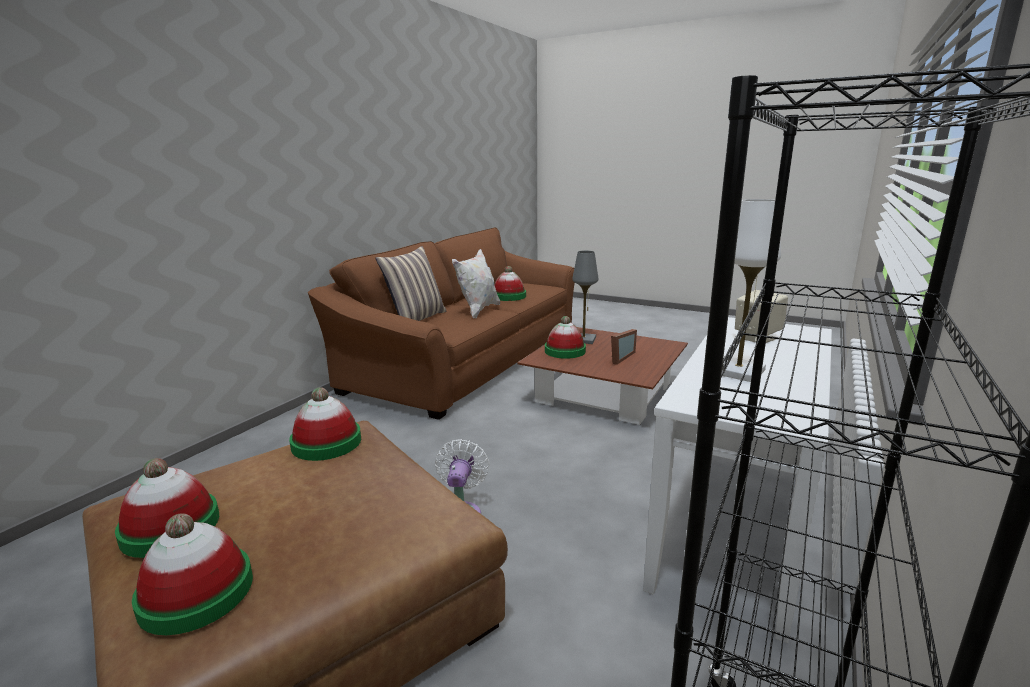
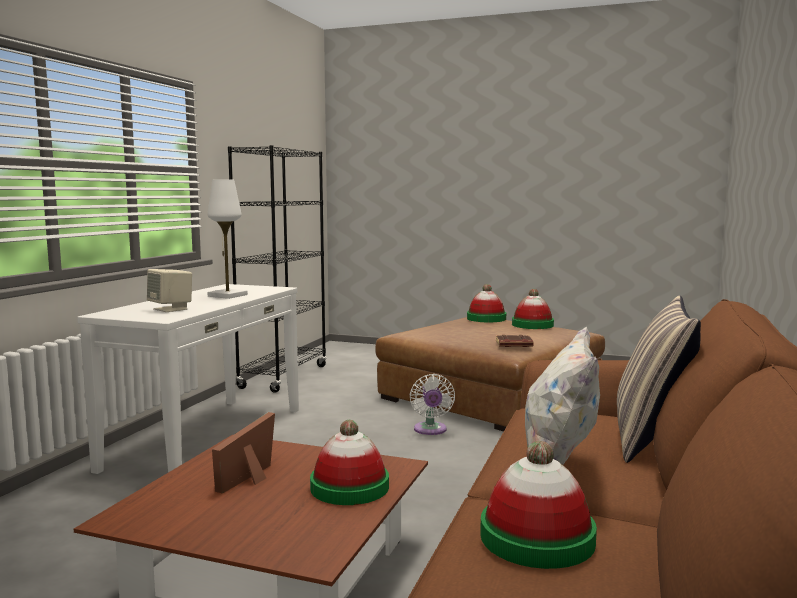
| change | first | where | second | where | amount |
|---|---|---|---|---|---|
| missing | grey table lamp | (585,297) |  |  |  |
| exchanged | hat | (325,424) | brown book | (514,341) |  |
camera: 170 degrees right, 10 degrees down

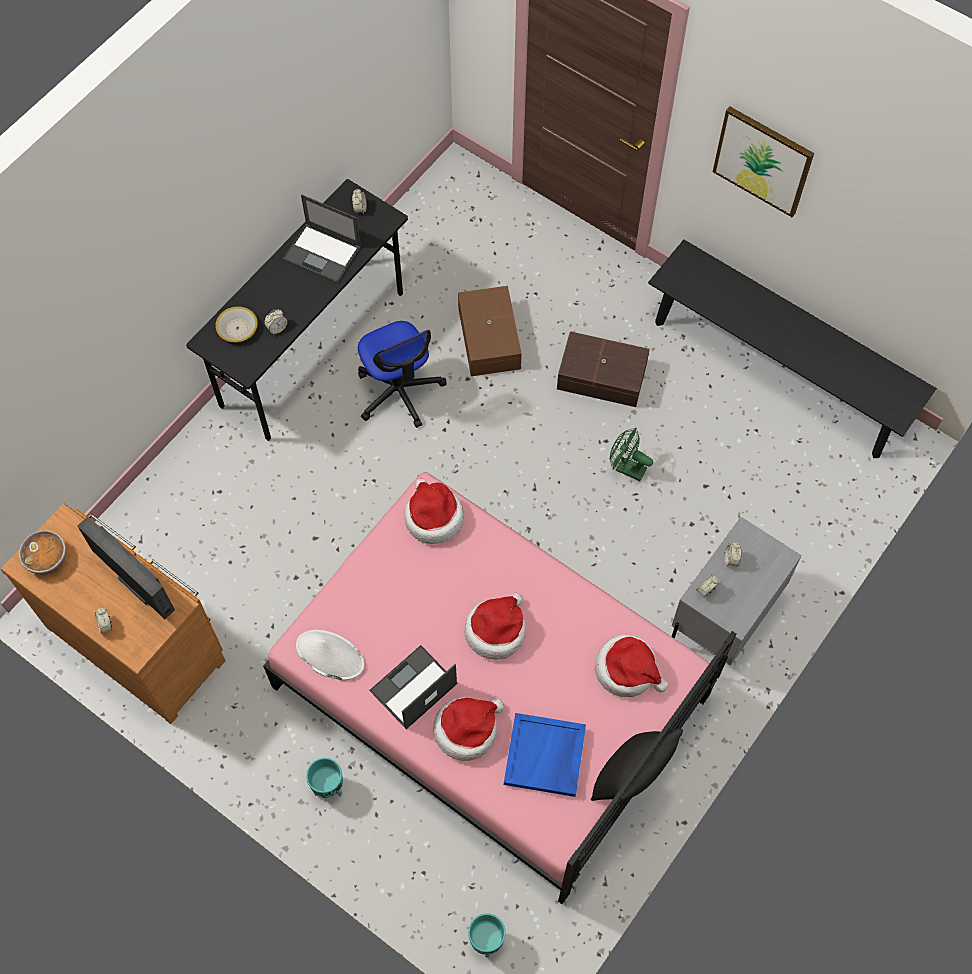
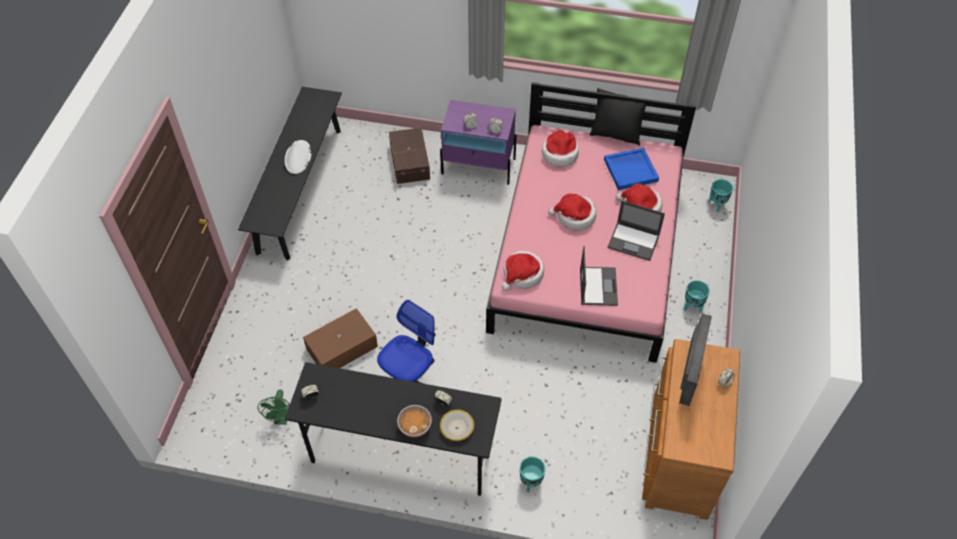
| change | first | where | second | where | amount |
|---|---|---|---|---|---|
| missing | picture | (763,161) |  |  |  |
| appeared |  |  | turquoise planter | (533,474) |  |
| relocated | bowl | (42,552) |  | (414,421) |  |
| relocated | laptop | (322,239) |  | (599,276) |  |
| relocated | white hat | (330,655) |  | (298,157) |  |
| relocated | brown storage box | (603,369) |  | (409,156) |  |
| relocated | green fan | (631,454) |  | (274,407) |  |
| colour | grey nightstand | (736,597) | purple nightstand | (478,142) |  |
camera: 115 degrees left, 10 degrees down

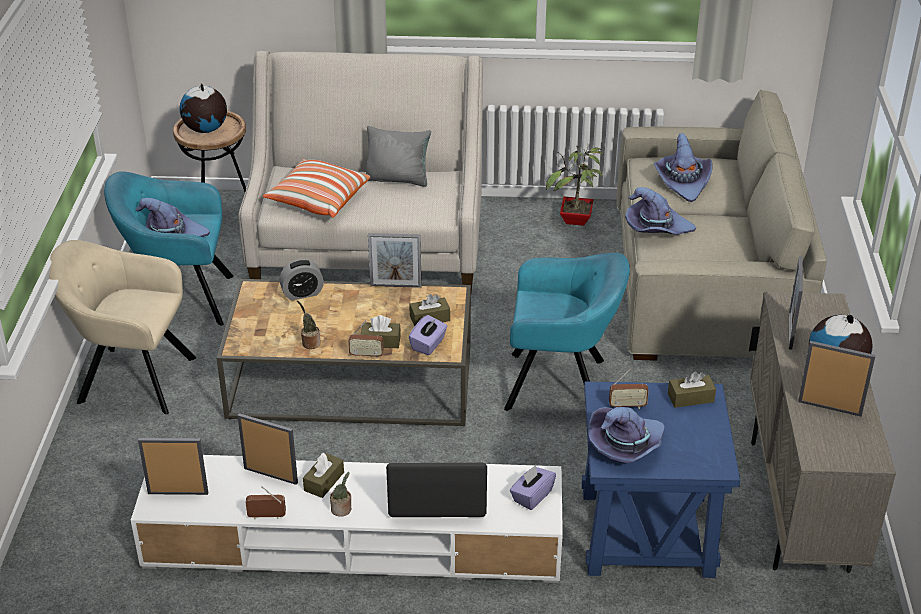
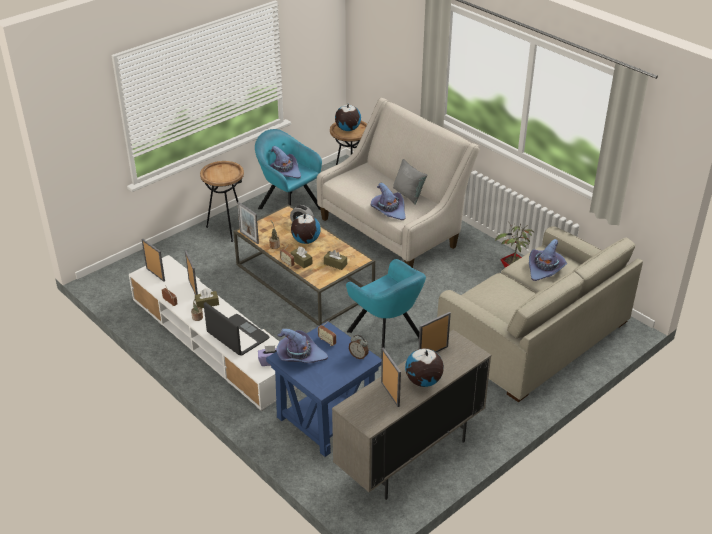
| change | first | where | second | where | amount |
|---|---|---|---|---|---|
| missing | pillow | (316,188) |  |  |  |
| missing | purple tissue box | (428,335) |  |  |  |
| appeared |  |  | globe | (306,229) |  |
| relocated | picture frame | (395,260) |  | (248,223) |  |
| relocated | purple hat | (660,211) |  | (388,201) |  |
| exchanged | beige armchair | (122,327) | brown side table | (222,201) |  |
| exchanged | brown tissue box | (692,390) | alarm clock | (359,347) |  |
camera: 45 degrees right, 0 degrees up

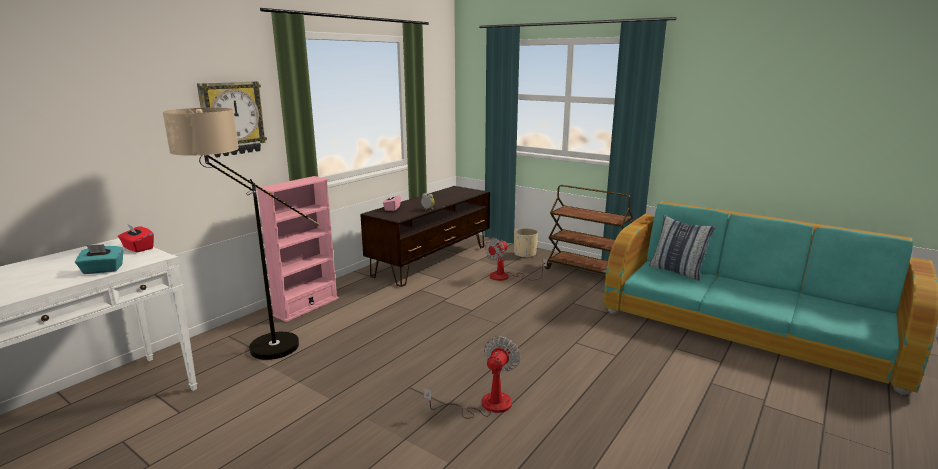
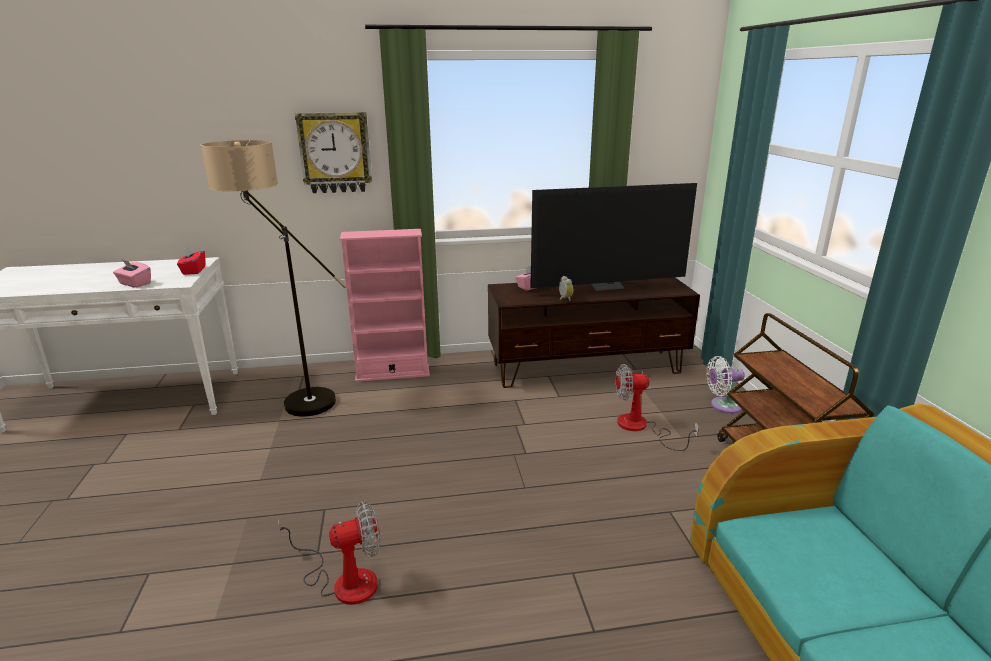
| change | first | where | second | where | amount |
|---|---|---|---|---|---|
| missing | pillow | (682,248) |  |  |  |
| appeared |  |  | television | (613,237) |  |
| exchanged | beige planter | (526,243) | white fan | (725,384) |  |
| colour | turquoise tissue box | (99,259) | pink tissue box | (132,274) |  |
camera: 45 degrees right, 5 degrees up

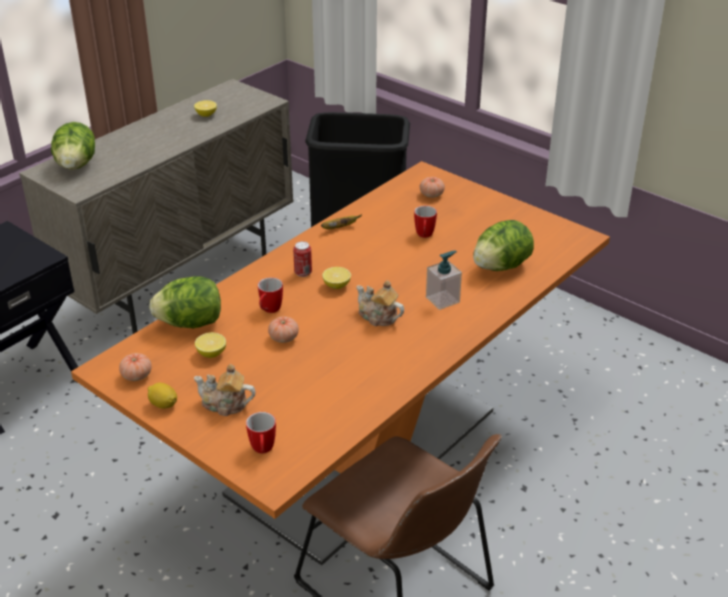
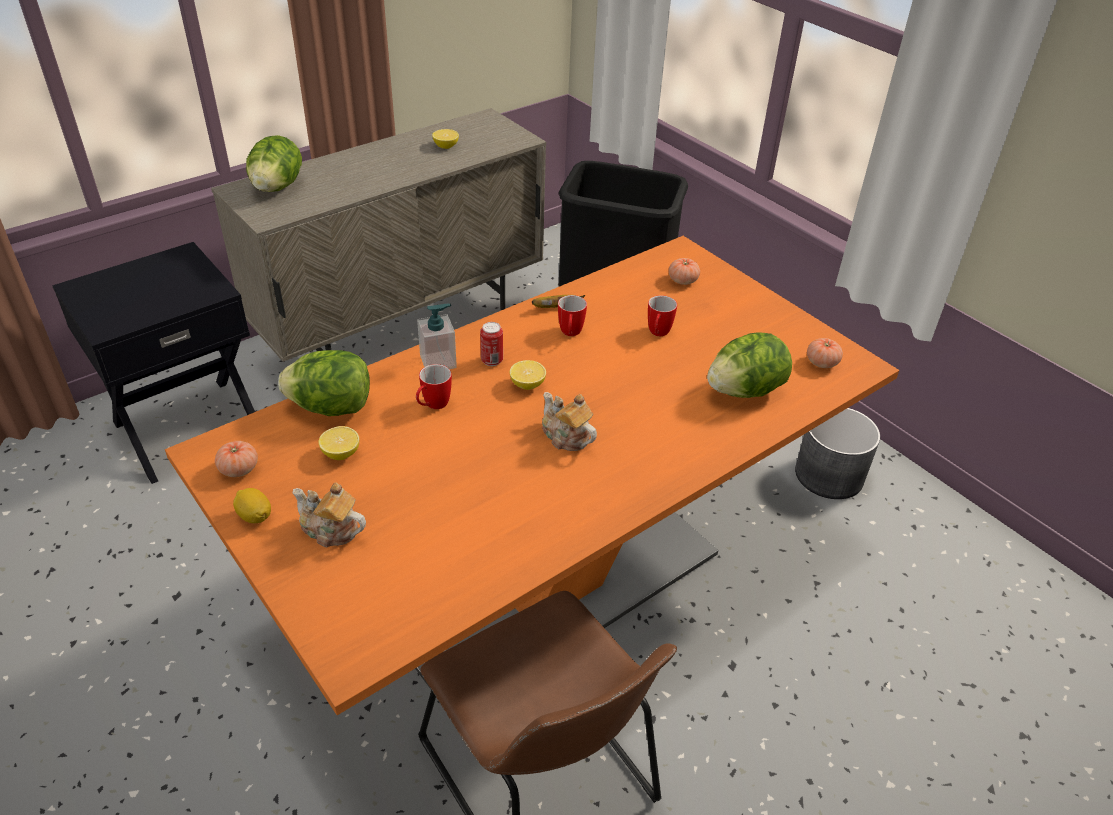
| change | first | where | second | where | amount |
|---|---|---|---|---|---|
| appeared |  |  | grey planter | (837,453) |  |
| relocated | mug | (261,433) |  | (572,315) |  |
| relocated | tomato | (283,329) |  | (825,353) |  |
| relocated | soap dispenser | (444,280) |  | (437,336) |  |
camera: 10 degrees right, 5 degrees up

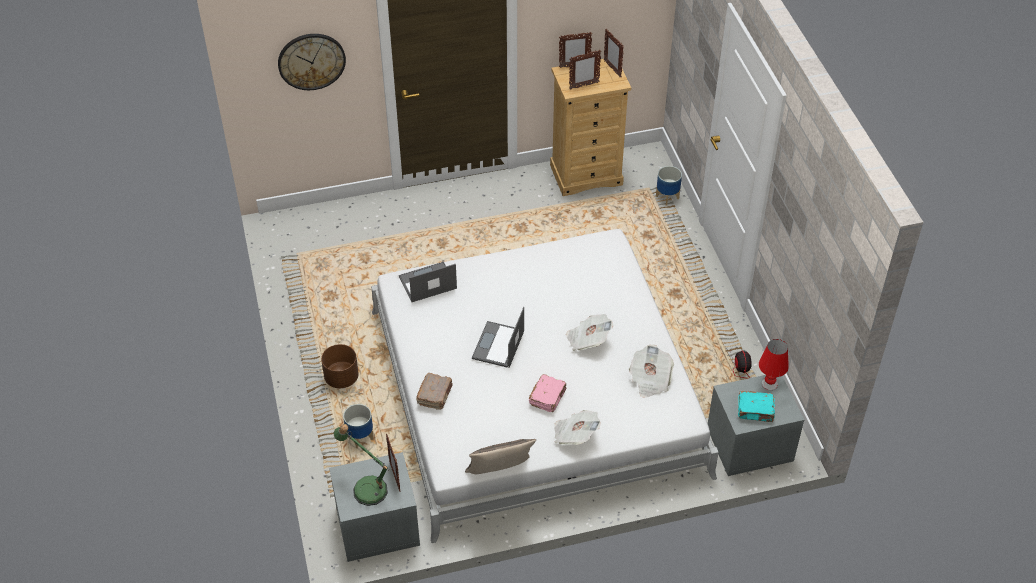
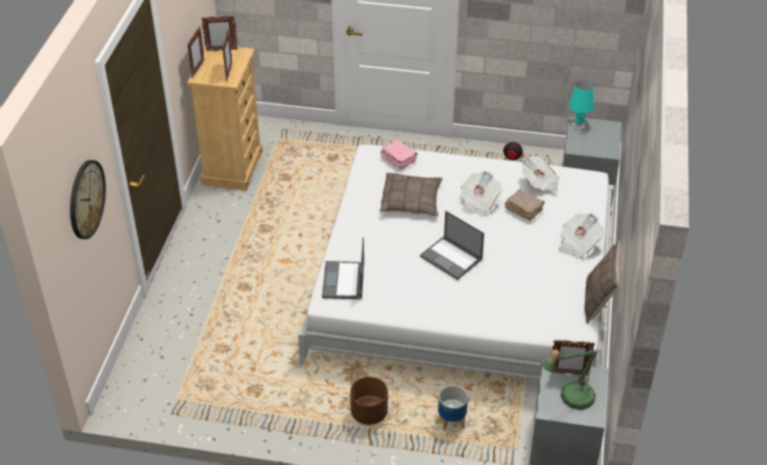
| change | first | where | second | where | amount |
|---|---|---|---|---|---|
| missing | planter | (669,186) |  |  |  |
| missing | turquoise book | (756,406) |  |  |  |
| appeared |  |  | pillow | (411,195) |  |
| relocated | brown book | (434,391) |  | (525,204) |  |
| relocated | pink book | (547,393) |  | (399,154) |  |
| colour | red table lamp | (774,365) | turquoise table lamp | (581,105) |  |
camera: 65 degrees left, 5 degrees down

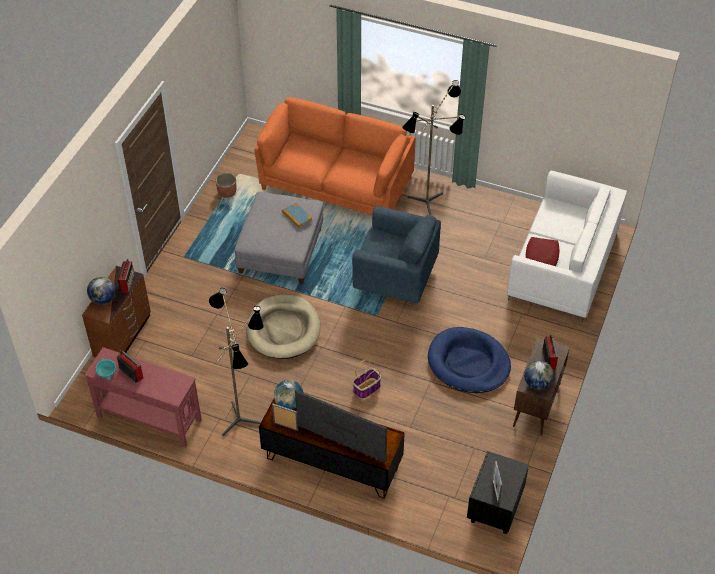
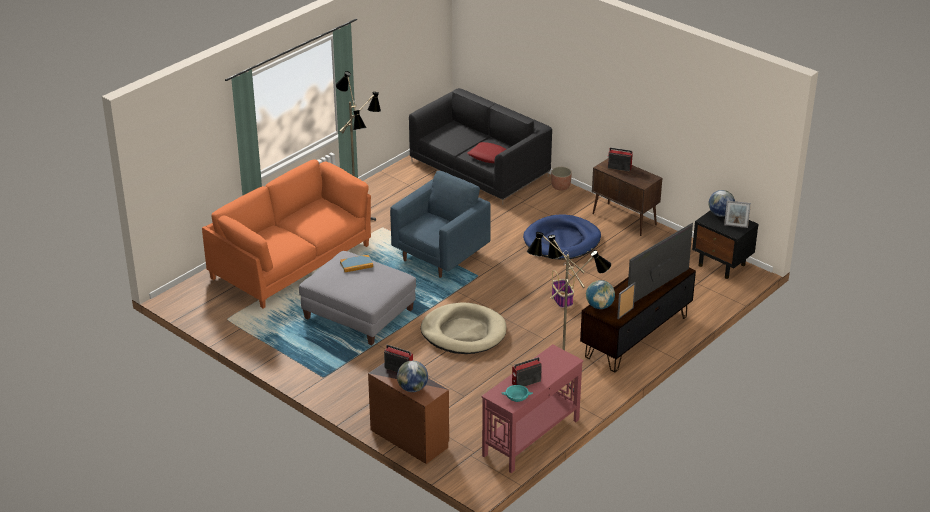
| change | first | where | second | where | amount |
|---|---|---|---|---|---|
| relocated | planter | (226,185) |  | (561,179) |  |
| relocated | globe | (539,375) |  | (722,203) |  |
| colour | white sofa | (567,246) | black sofa | (480,146) |  |
camera: 70 degrees left, 15 degrees down

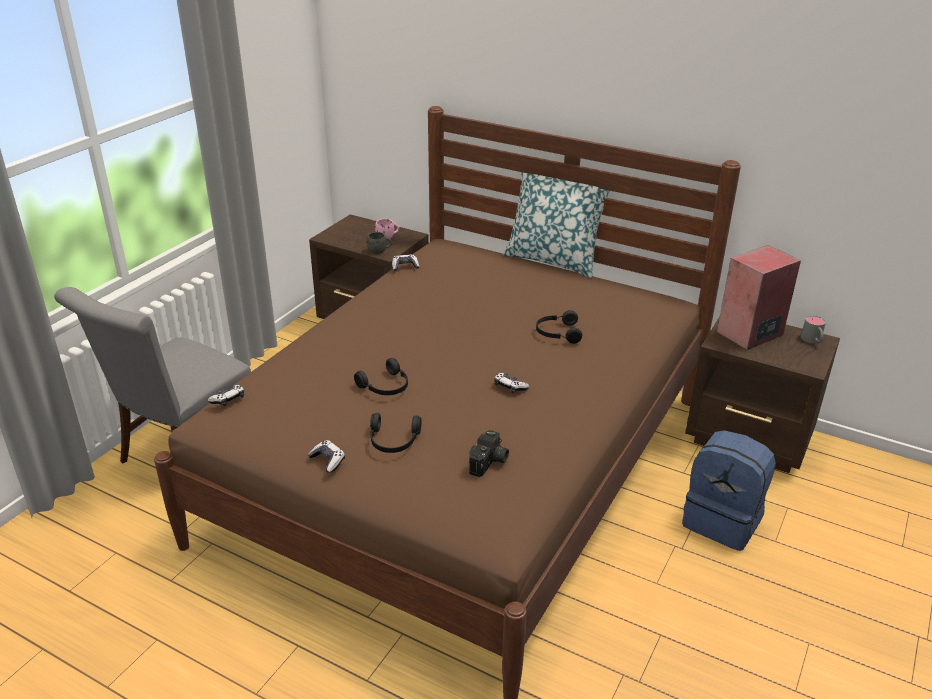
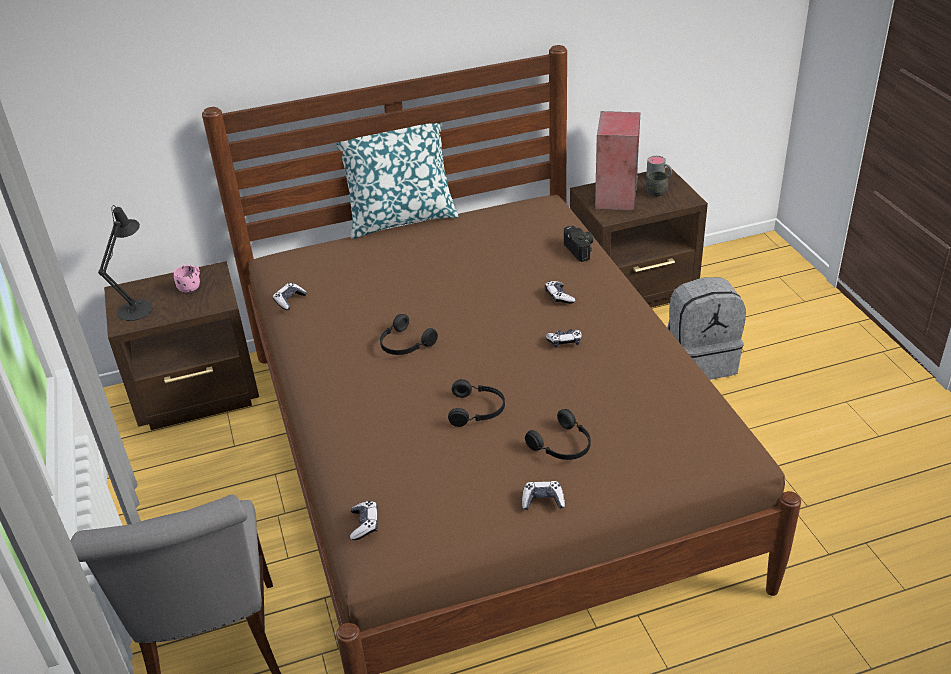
| change | first | where | second | where | amount |
|---|---|---|---|---|---|
| appeared |  |  | black table lamp | (125,263) |  |
| appeared |  |  | game controller | (560,292) |  |
| relocated | grey mug | (379,243) |  | (657,184) |  |
| relocated | photo camera | (489,453) |  | (578,244) |  |
| relocated | black headphones | (559,327) |  | (409,334) |  |
| colour | blue backpack | (729,490) | grey backpack | (706,328) |  |
camera: 45 degrees left, 5 degrees up

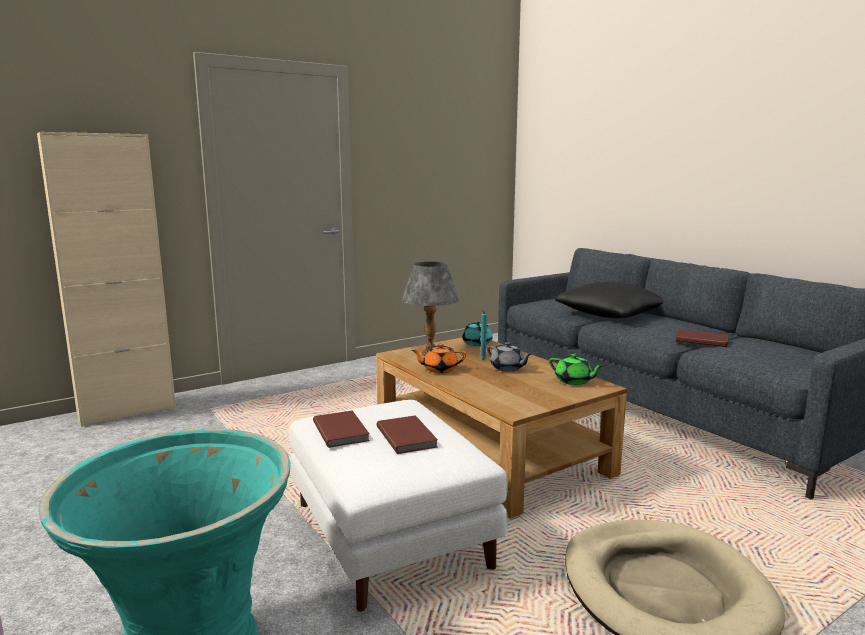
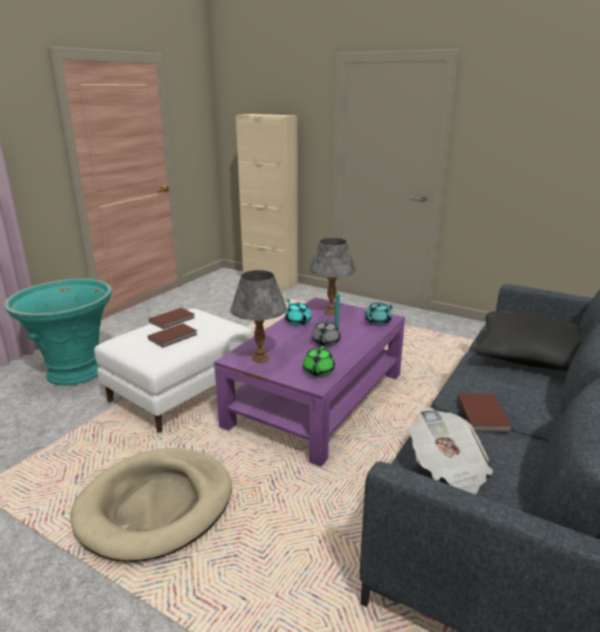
| change | first | where | second | where | amount |
|---|---|---|---|---|---|
| appeared |  |  | grey table lamp | (258,316) |  |
| appeared |  |  | newspaper | (451,450) |  |
| colour | brown coffee table | (501,428) | purple coffee table | (309,382) |  |
| colour | orange teapot | (438,358) | turquoise teapot | (298,312) |  |
camera: 65 degrees right, 10 degrees up

